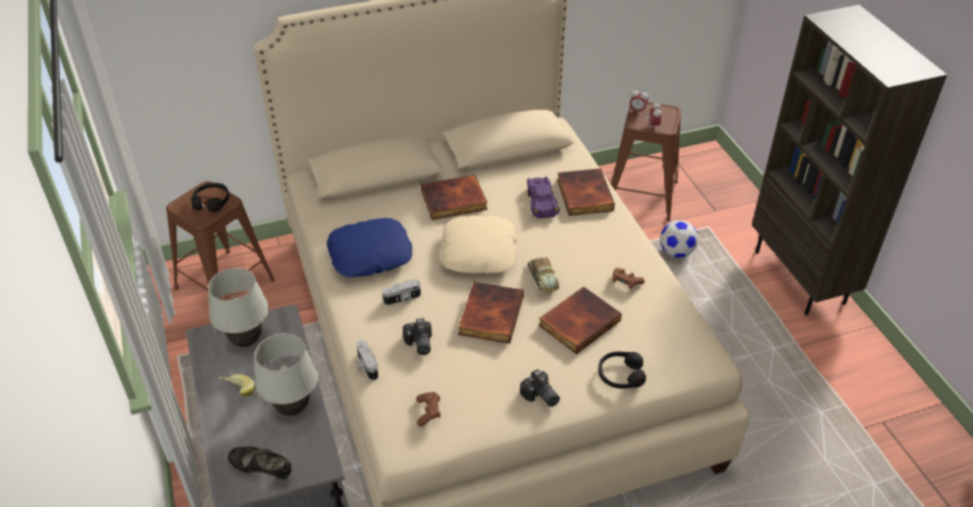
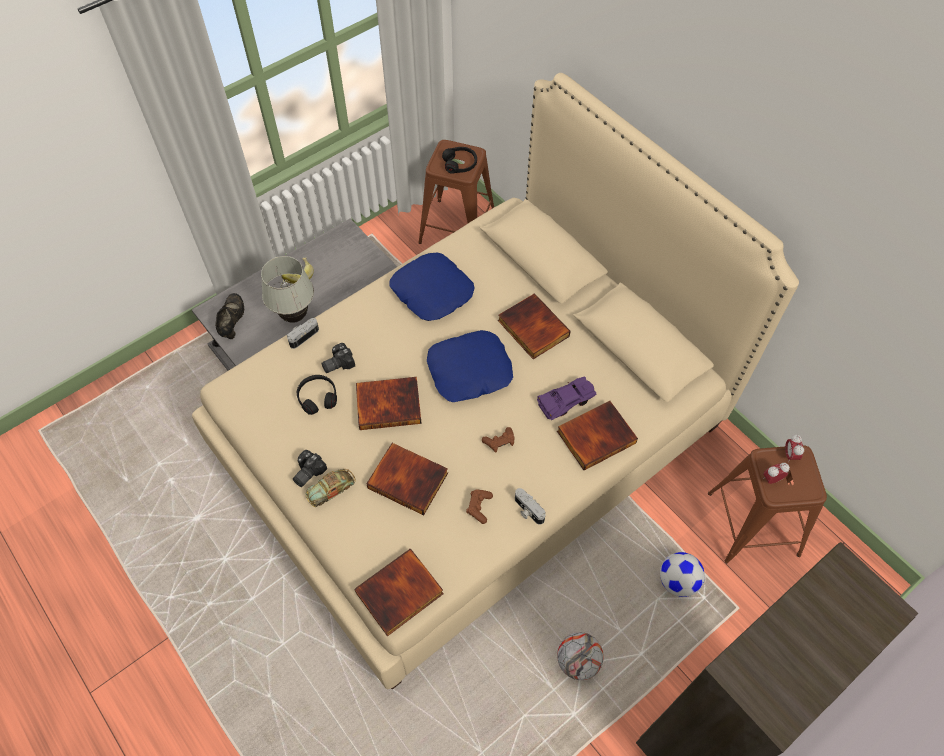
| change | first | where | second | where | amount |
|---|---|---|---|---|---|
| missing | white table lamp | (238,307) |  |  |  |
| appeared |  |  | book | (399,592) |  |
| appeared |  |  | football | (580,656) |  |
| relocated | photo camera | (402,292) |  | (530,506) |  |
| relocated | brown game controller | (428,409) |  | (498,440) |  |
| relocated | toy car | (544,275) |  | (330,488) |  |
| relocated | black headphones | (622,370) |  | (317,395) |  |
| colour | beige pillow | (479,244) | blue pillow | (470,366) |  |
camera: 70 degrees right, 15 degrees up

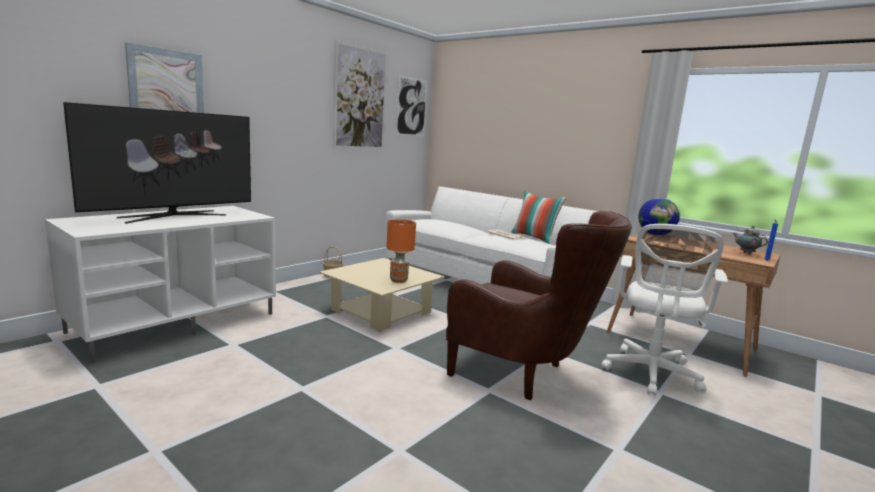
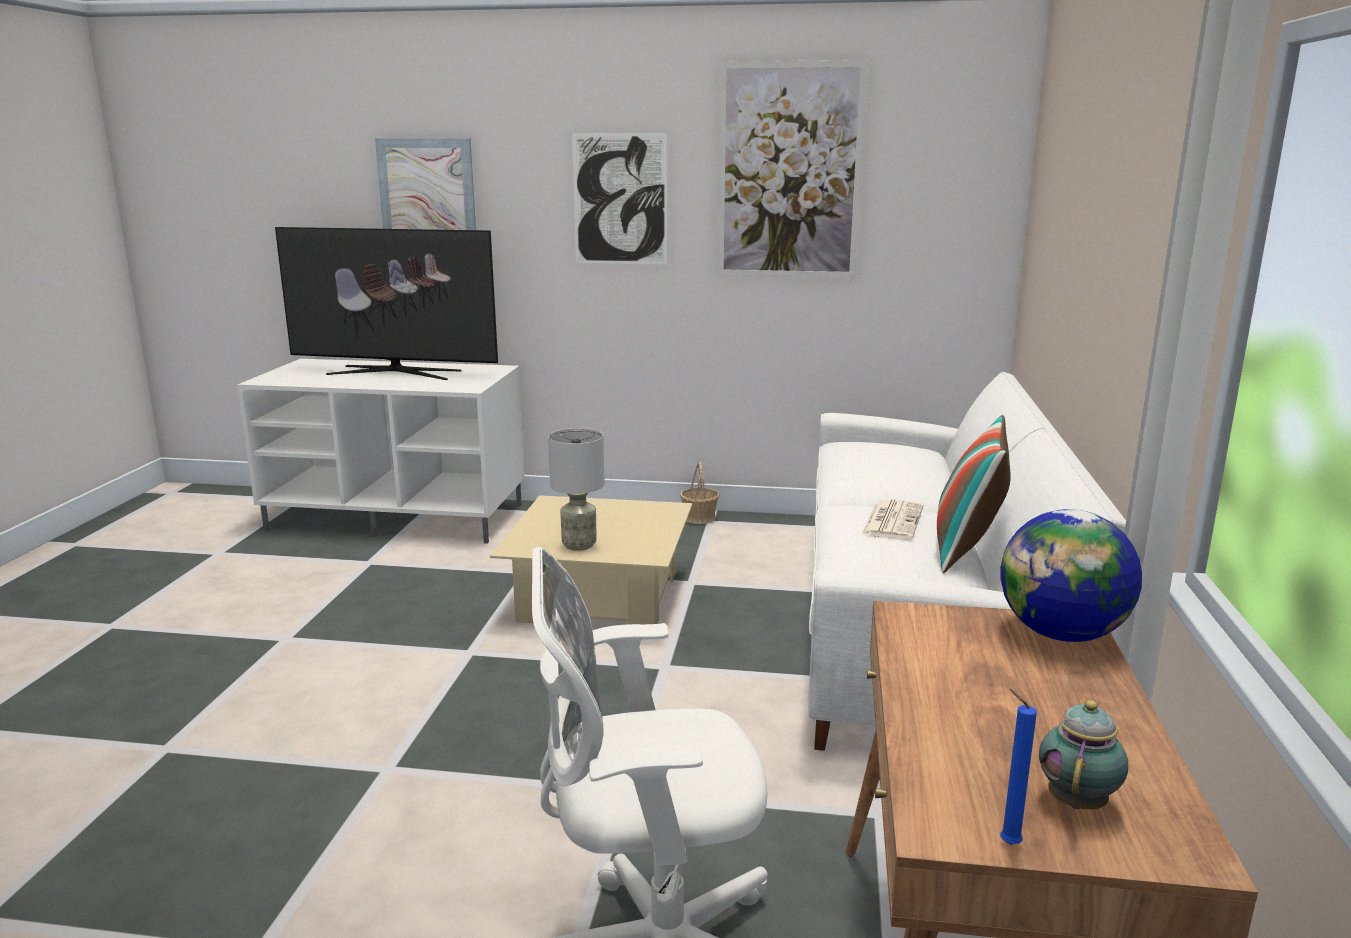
| change | first | where | second | where | amount |
|---|---|---|---|---|---|
| missing | brown armchair | (539,305) |  |  |  |
| relocated | picture | (411,105) |  | (619,198) |  |
| colour | orange table lamp | (401,251) | grey table lamp | (576,489) |  |
camera: 60 degrees right, 5 degrees up

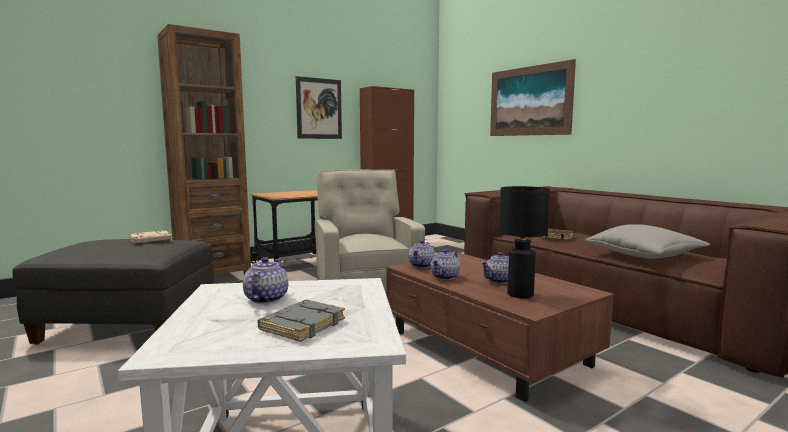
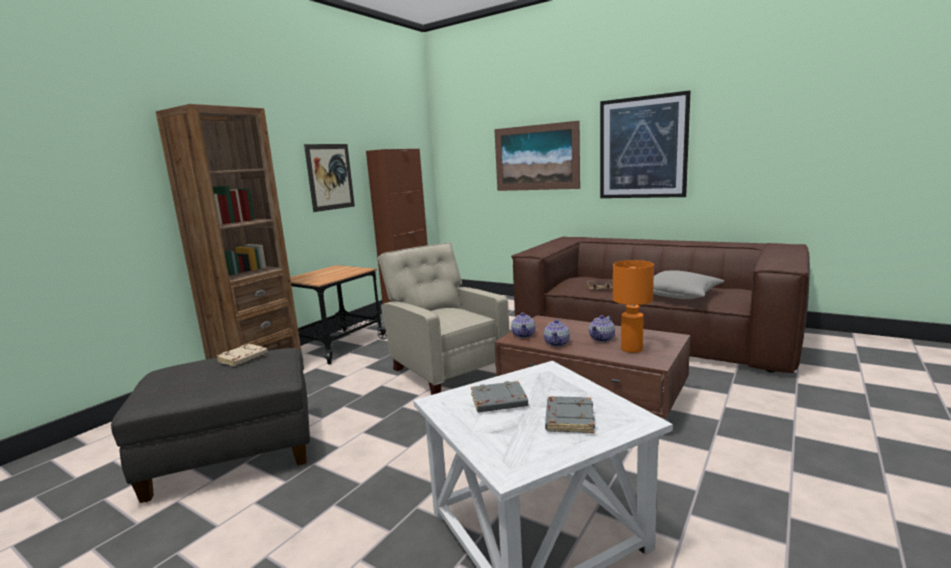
| change | first | where | second | where | amount |
|---|---|---|---|---|---|
| appeared |  |  | picture | (645,144) |  |
| exchanged | teapot | (265,280) | grey book | (499,397) |  |
| colour | black table lamp | (524,242) | orange table lamp | (633,306) |  |
camera: 20 degrees left, 5 degrees up

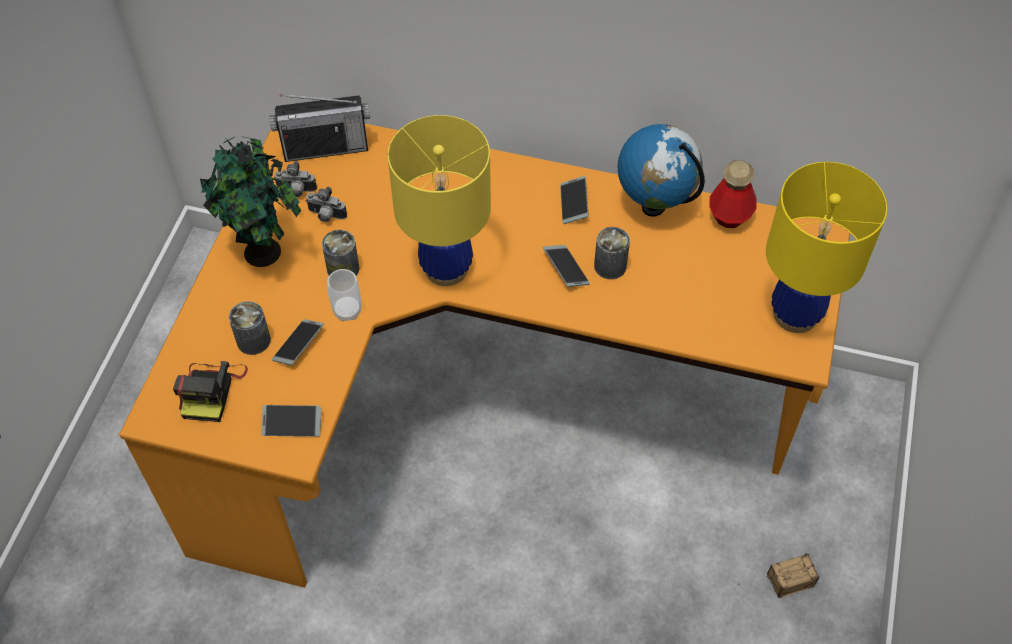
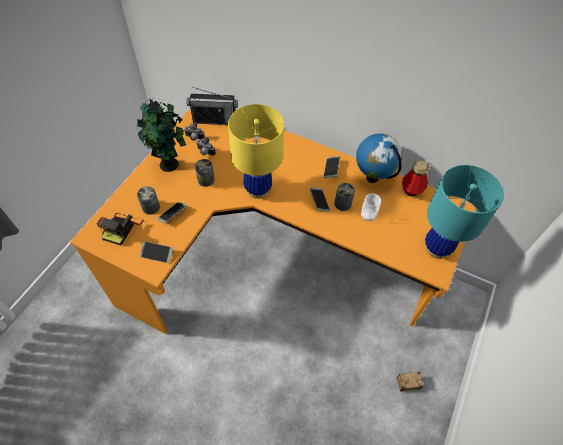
| change | first | where | second | where | amount |
|---|---|---|---|---|---|
| relocated | cup | (344,295) |  | (371,207) |  |
| colour | yellow table lamp | (826,247) | turquoise table lamp | (464,212) |  |
camera: 10 degrees right, 0 degrees up

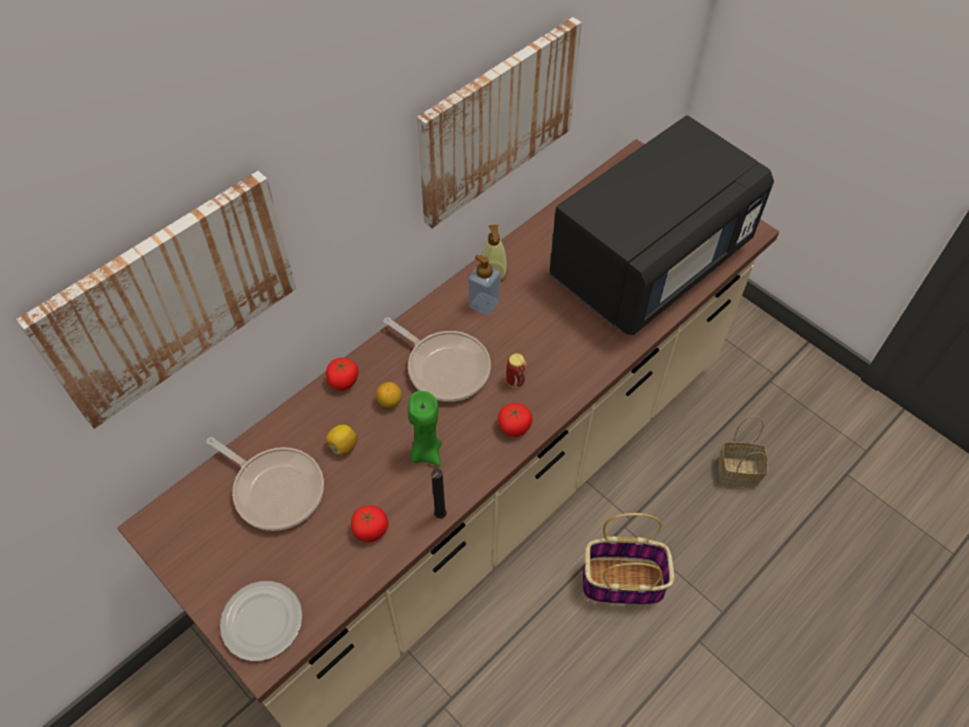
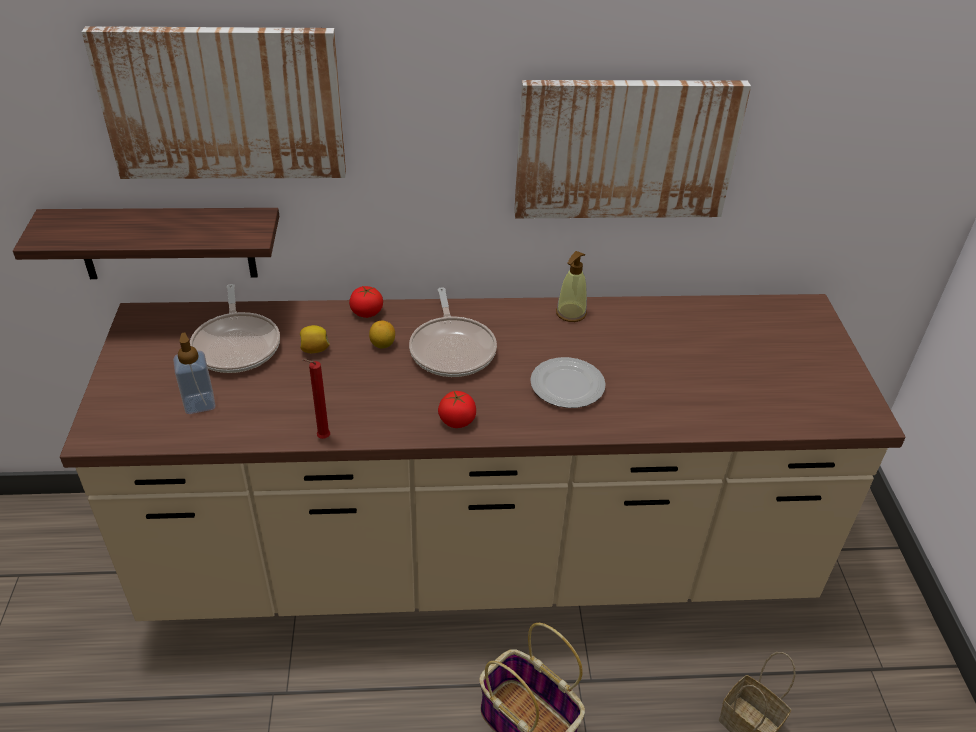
| change | first | where | second | where | amount |
|---|---|---|---|---|---|
| missing | tomato | (369,523) |  |  |  |
| missing | green candle | (425,428) |  |  |  |
| missing | can | (516,370) |  |  |  |
| missing | black microwave | (661,225) |  |  |  |
| appeared |  |  | shelf | (146,243) |  |
| relocated | plate | (261,621) |  | (568,382) |  |
| relocated | soap dispenser | (484,285) |  | (194,373) |  |
| colour | black candle | (439,494) | red candle | (316,399) |  |
camera: 40 degrees right, 15 degrees down

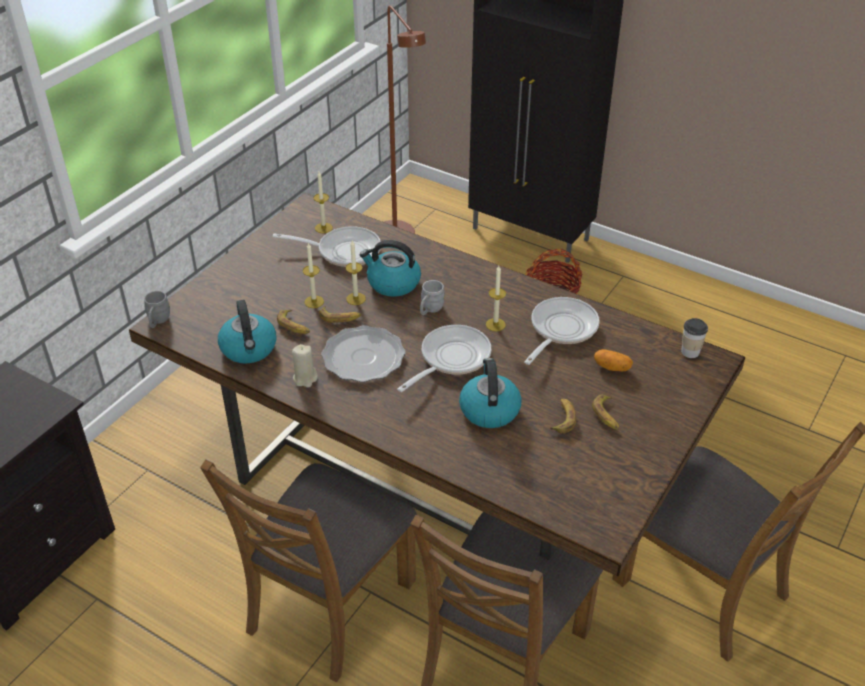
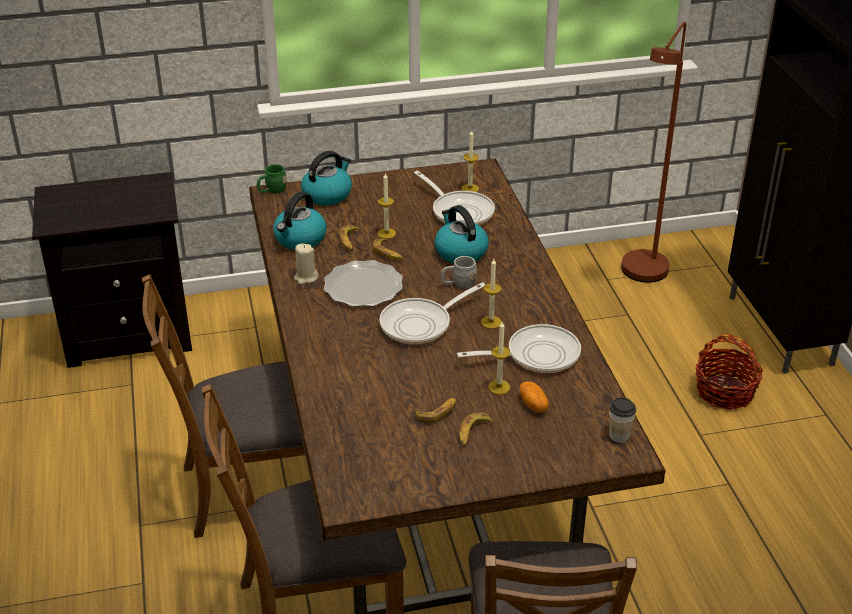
| change | first | where | second | where | amount |
|---|---|---|---|---|---|
| relocated | candle | (356,272) |  | (499,358) |  |
| relocated | kettle | (490,393) |  | (326,178) |  |
| colour | grey mug | (157,309) | green mug | (272,179) |  |
| spun | frying pan | (444,358) |  | (432,313) | 150 degrees clockwise |
camera: 45 degrees right, 5 degrees down

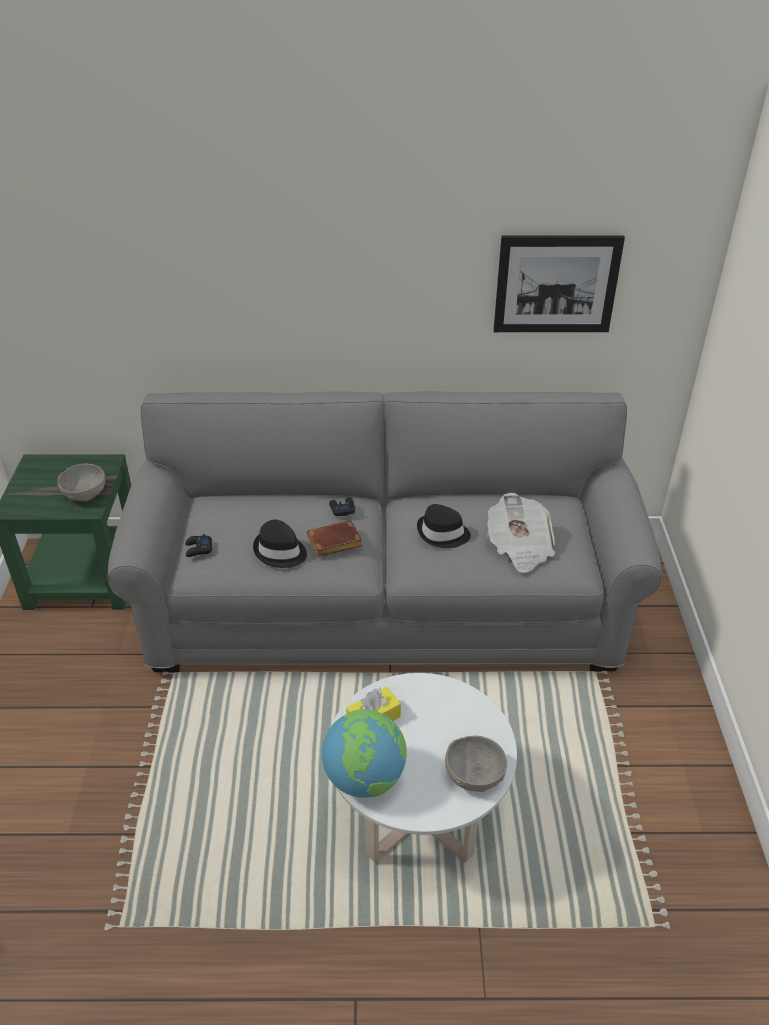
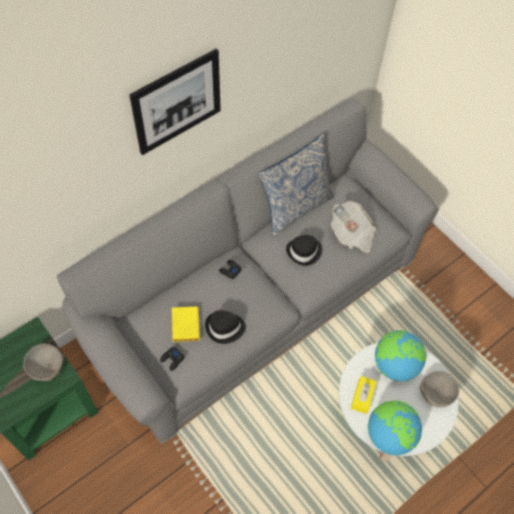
| change | first | where | second | where | amount |
|---|---|---|---|---|---|
| missing | brown book | (335,538) |  |  |  |
| appeared |  |  | yellow book | (186,324) |  |
| appeared |  |  | pillow | (296,184) |  |
| appeared |  |  | globe | (400,355) |  |
| relocated | picture | (559,283) |  | (175,101) |  |
camera: 40 degrees left, 20 degrees up

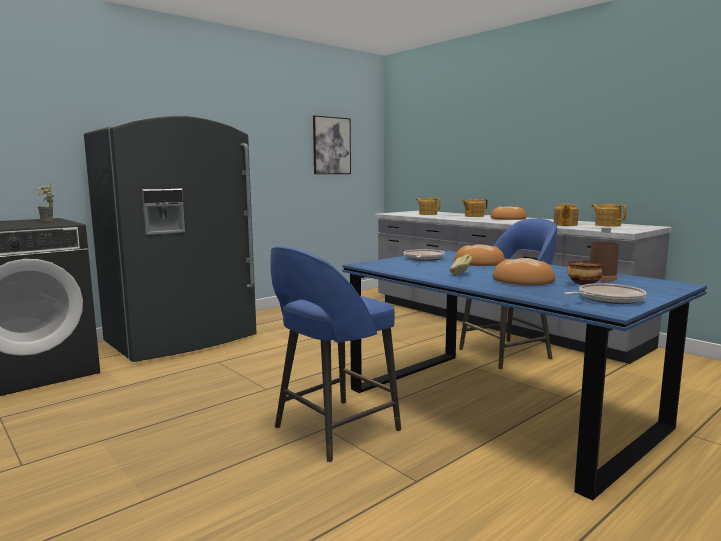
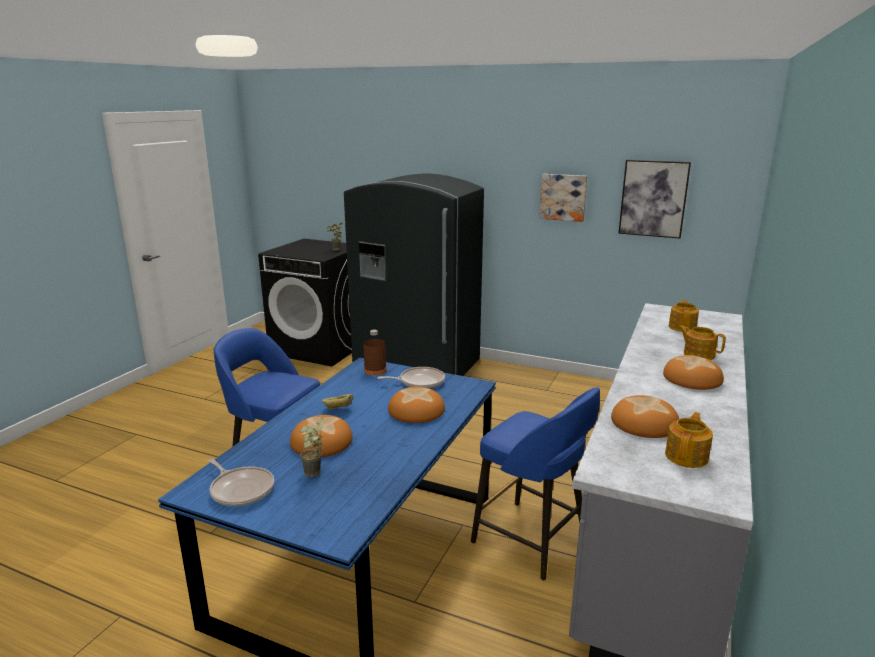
| change | first | where | second | where | amount |
|---|---|---|---|---|---|
| appeared |  |  | picture | (563,198) |  |
| relocated | brown bottle | (604,254) |  | (375,353) |  |
| exchanged | teapot | (566,214) | bread | (645,416) |  |
| exchanged | bowl | (585,273) | potted plant | (312,447) |  |
camera: 65 degrees right, 10 degrees up

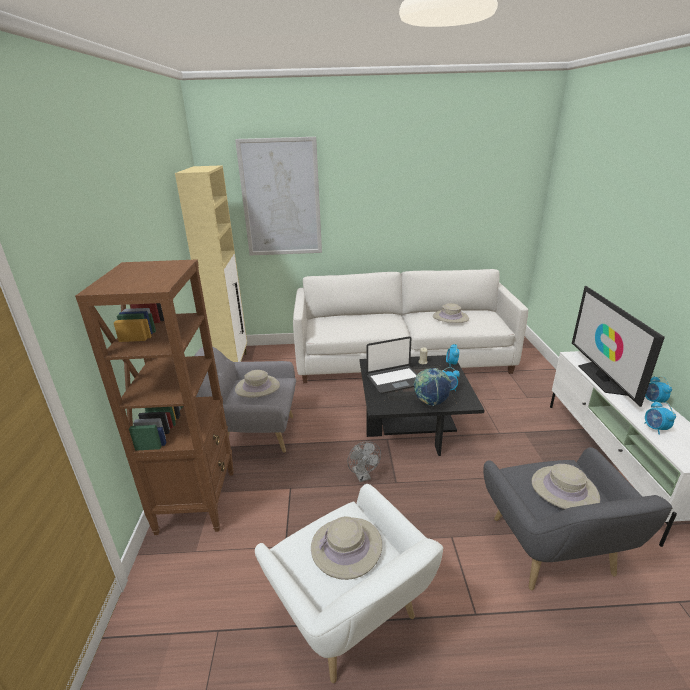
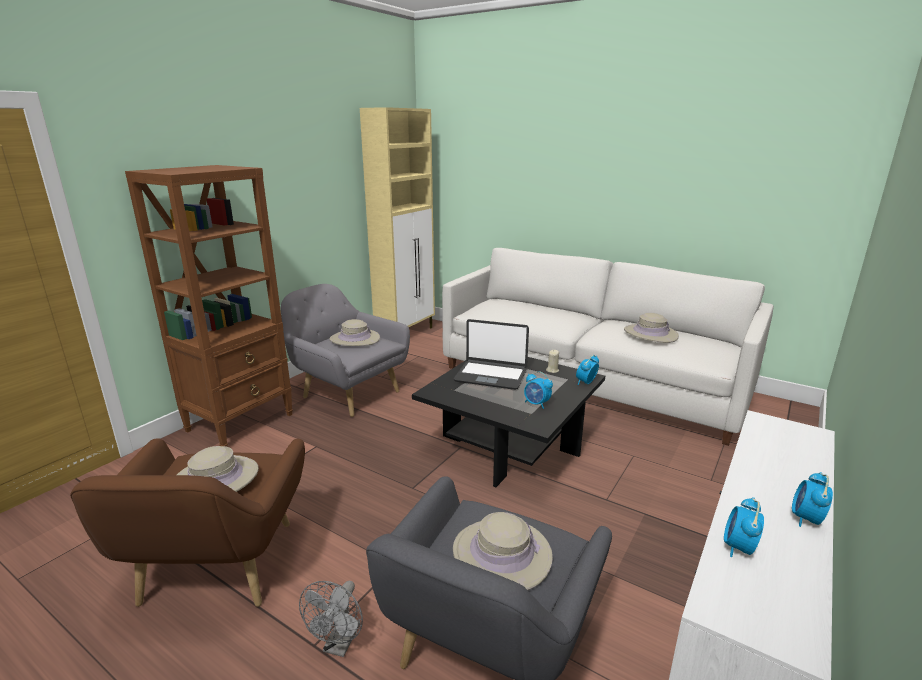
| change | first | where | second | where | amount |
|---|---|---|---|---|---|
| missing | picture | (278,196) |  |  |  |
| missing | globe | (432,387) |  |  |  |
| missing | television | (618,346) |  |  |  |
| relocated | grey fan | (364,461) |  | (331,619) |  |
| colour | white armchair | (349,583) | brown armchair | (187,522) |  |
camera: 35 degrees right, 5 degrees down

